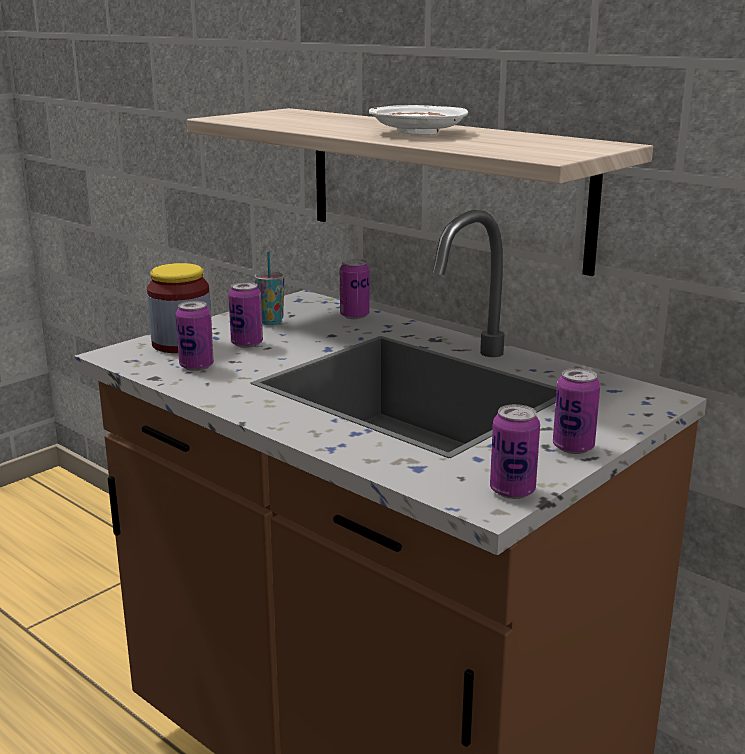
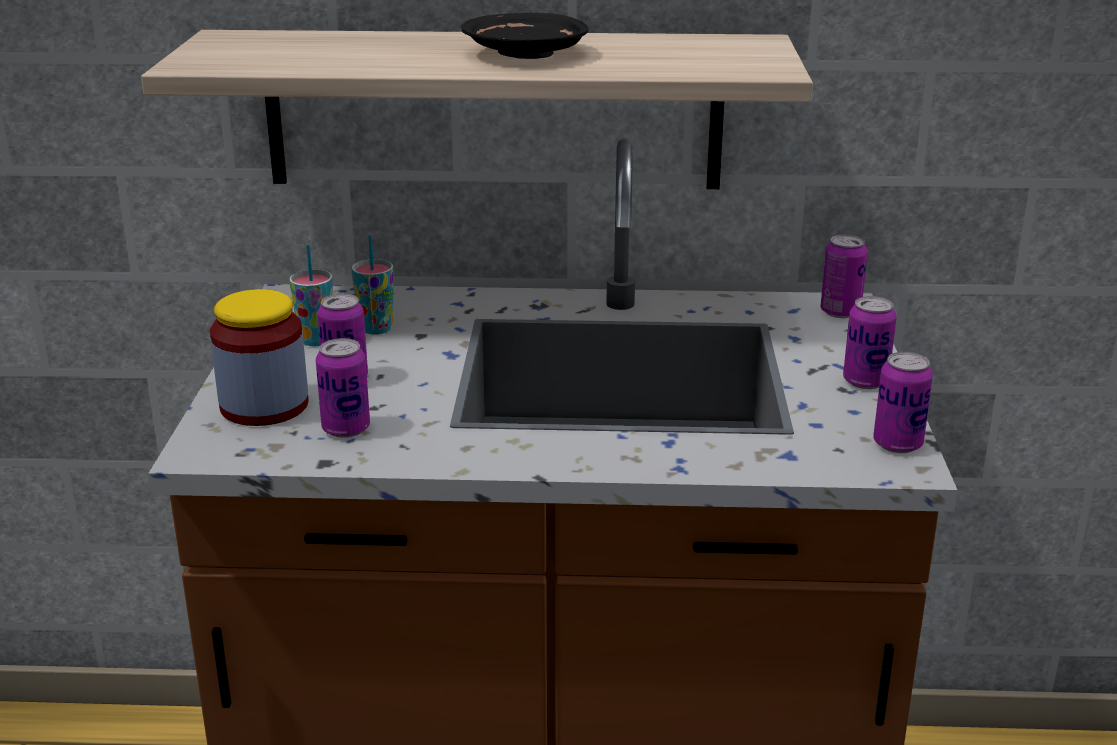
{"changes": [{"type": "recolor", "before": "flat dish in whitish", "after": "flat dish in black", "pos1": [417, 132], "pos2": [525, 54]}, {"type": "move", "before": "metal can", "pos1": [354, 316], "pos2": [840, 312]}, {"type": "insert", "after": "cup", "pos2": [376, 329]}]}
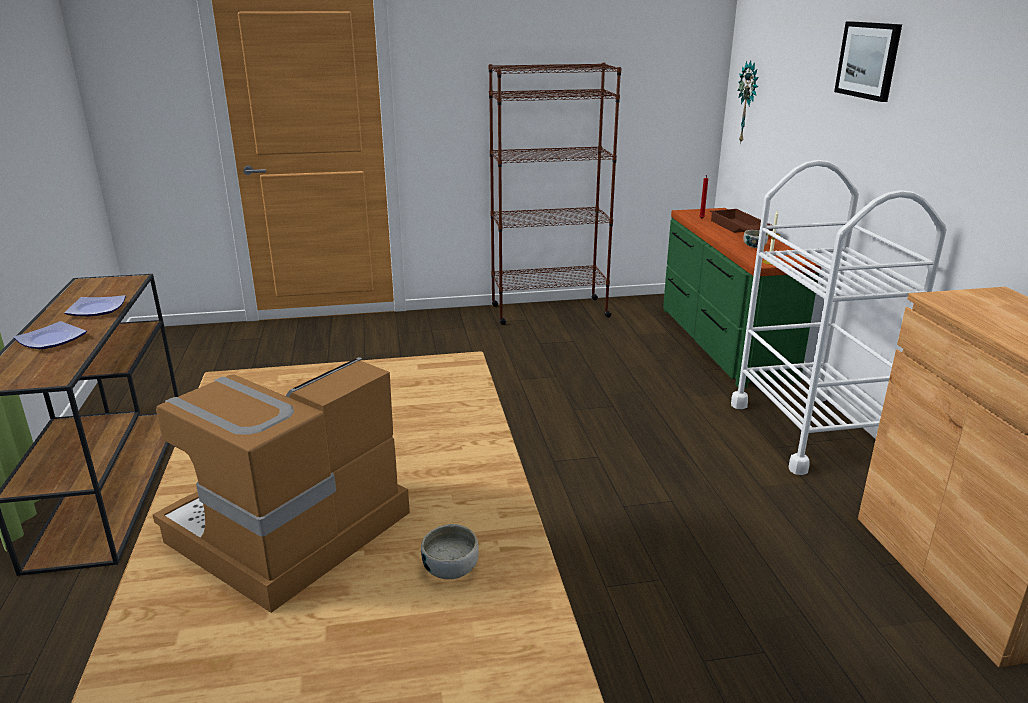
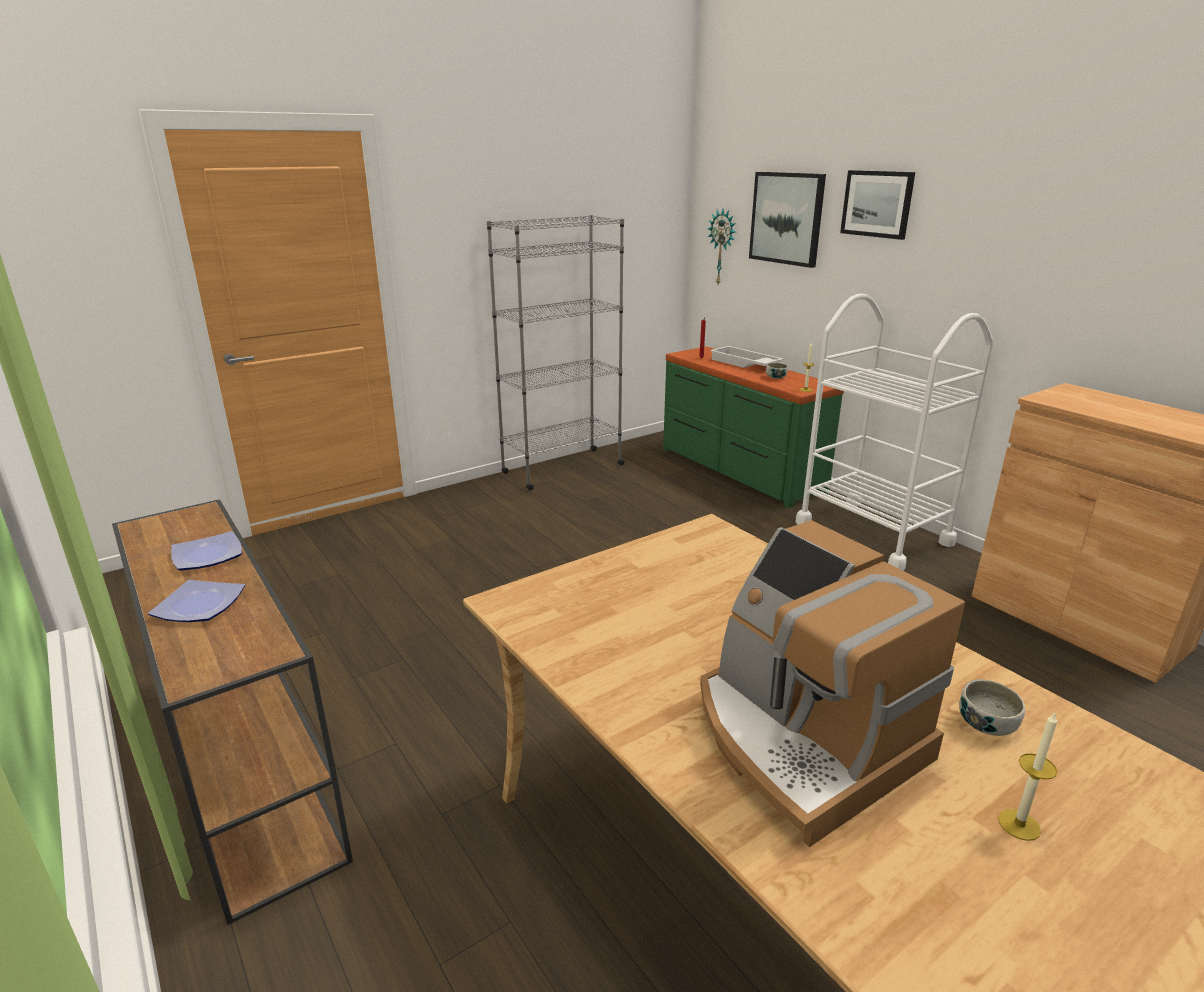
{"changes": [{"type": "recolor", "before": "bookcase in brown-coloured", "after": "bookcase in greyish", "pos1": [549, 311], "pos2": [562, 469]}, {"type": "recolor", "before": "tray in brown-coloured", "after": "tray in whitish", "pos1": [739, 229], "pos2": [744, 363]}, {"type": "rotate", "before": "coffee brewer", "pos1": [288, 530], "pos2": [802, 739], "turn": -45}, {"type": "insert", "after": "picture", "pos2": [787, 218]}, {"type": "insert", "after": "wax light", "pos2": [1019, 824]}]}
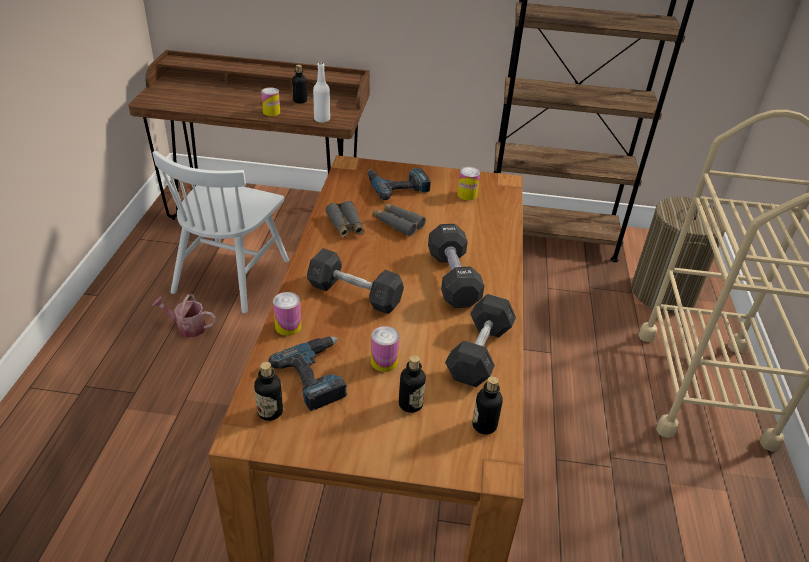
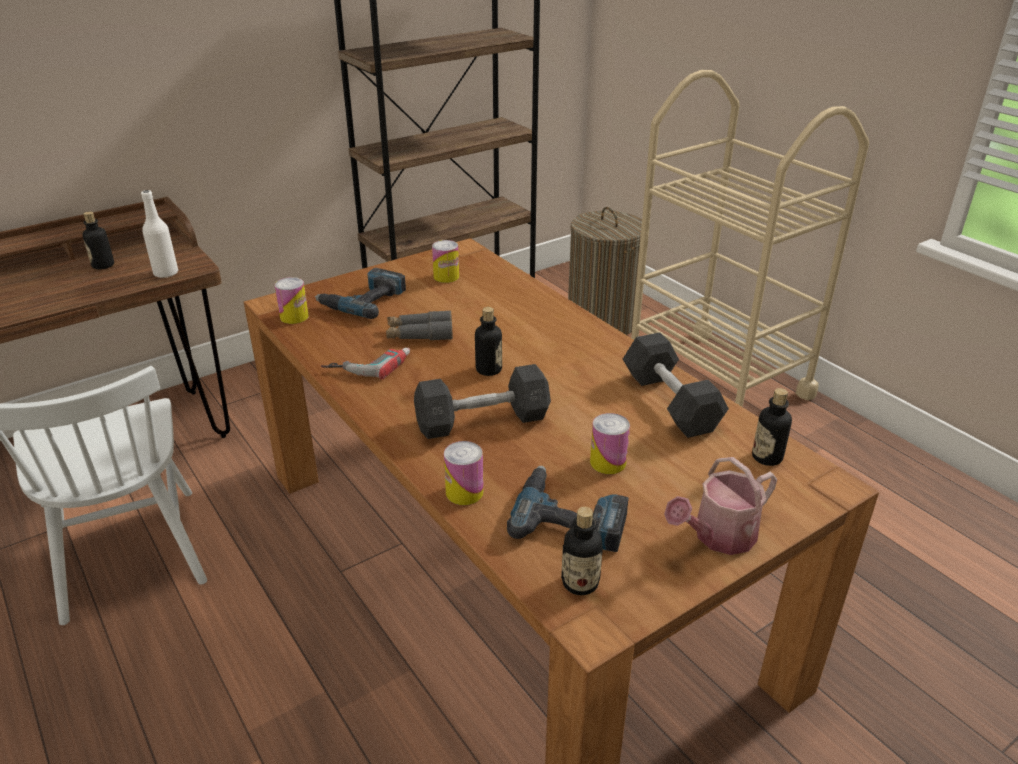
{"changes": [{"type": "move", "before": "metal can", "pos1": [271, 112], "pos2": [294, 317]}, {"type": "replace", "before": "field glasses in greyish", "after": "power drill", "pos1": [345, 226], "pos2": [368, 363]}, {"type": "delete", "before": "dumbbell in black", "pos1": [453, 279]}, {"type": "move", "before": "watering can", "pos1": [187, 327], "pos2": [718, 537]}, {"type": "move", "before": "beverage bottle", "pos1": [410, 404], "pos2": [488, 369]}]}
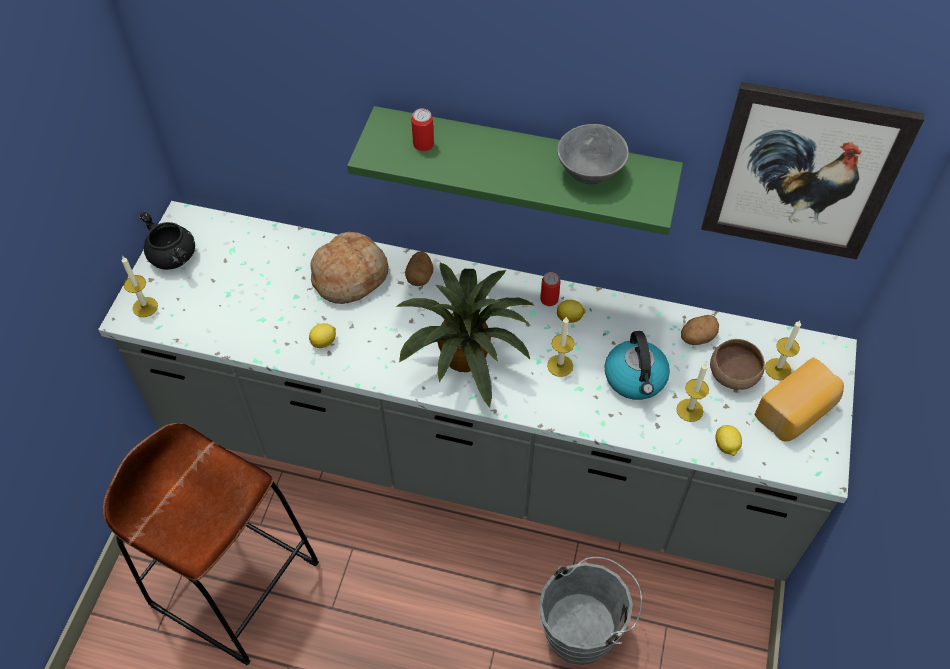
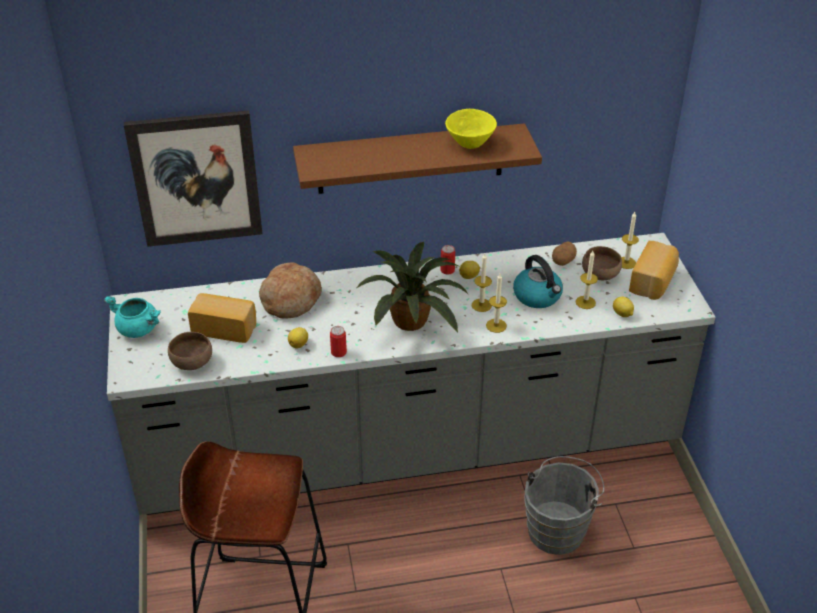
{"changes": [{"type": "move", "before": "picture", "pos1": [803, 173], "pos2": [196, 179]}, {"type": "recolor", "before": "shelf in greenish", "after": "shelf in brown-coloured", "pos1": [523, 161], "pos2": [410, 159]}, {"type": "move", "before": "metal can", "pos1": [423, 144], "pos2": [338, 352]}, {"type": "recolor", "before": "bowl in greyish", "after": "bowl in yellowish", "pos1": [588, 172], "pos2": [468, 143]}, {"type": "recolor", "before": "saucepot in black", "after": "saucepot in turquoise-coloured", "pos1": [174, 257], "pos2": [139, 329]}, {"type": "delete", "before": "potato", "pos1": [419, 276]}, {"type": "move", "before": "wax light", "pos1": [145, 307], "pos2": [496, 325]}, {"type": "insert", "after": "bakery bread", "pos2": [225, 327]}, {"type": "insert", "after": "bowl in brown-coloured", "pos2": [192, 362]}]}
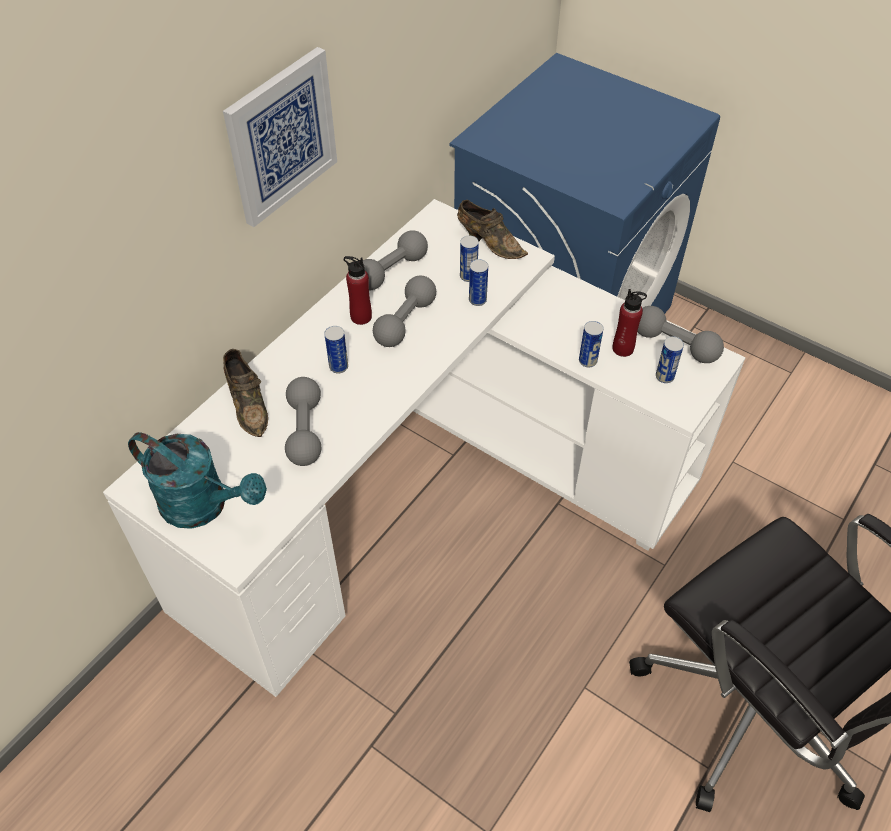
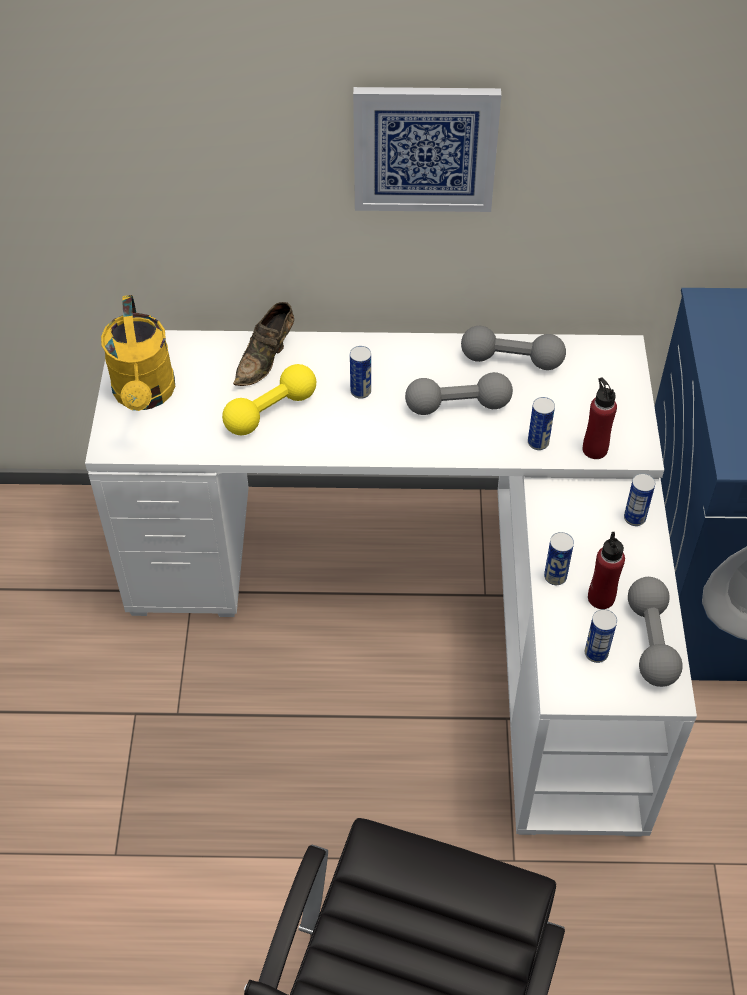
{"changes": [{"type": "delete", "before": "low shoe in brown-coloured", "pos1": [489, 243]}, {"type": "move", "before": "metal can", "pos1": [468, 276], "pos2": [634, 518]}, {"type": "move", "before": "beverage bottle in red", "pos1": [361, 317], "pos2": [594, 449]}, {"type": "recolor", "before": "dumbbell in greyish", "after": "dumbbell in yellowish", "pos1": [305, 431], "pos2": [271, 411]}, {"type": "recolor", "before": "watering can in turquoise-coloured", "after": "watering can in yellowish", "pos1": [204, 505], "pos2": [145, 395]}]}
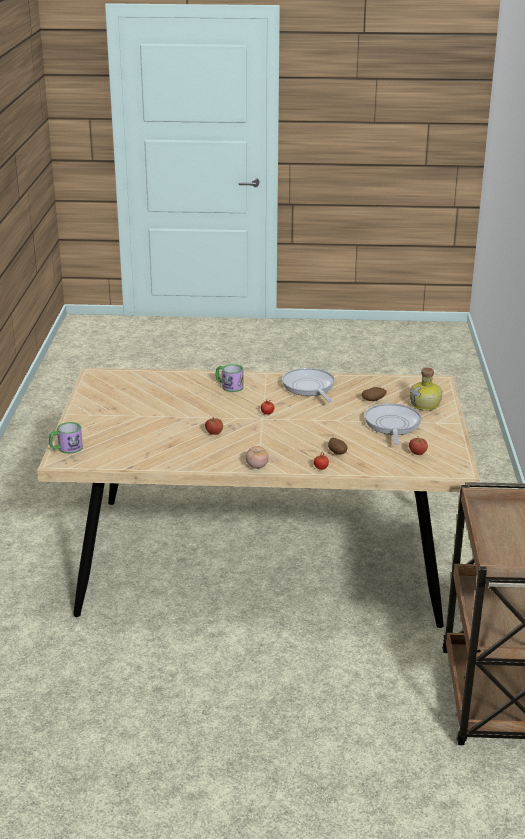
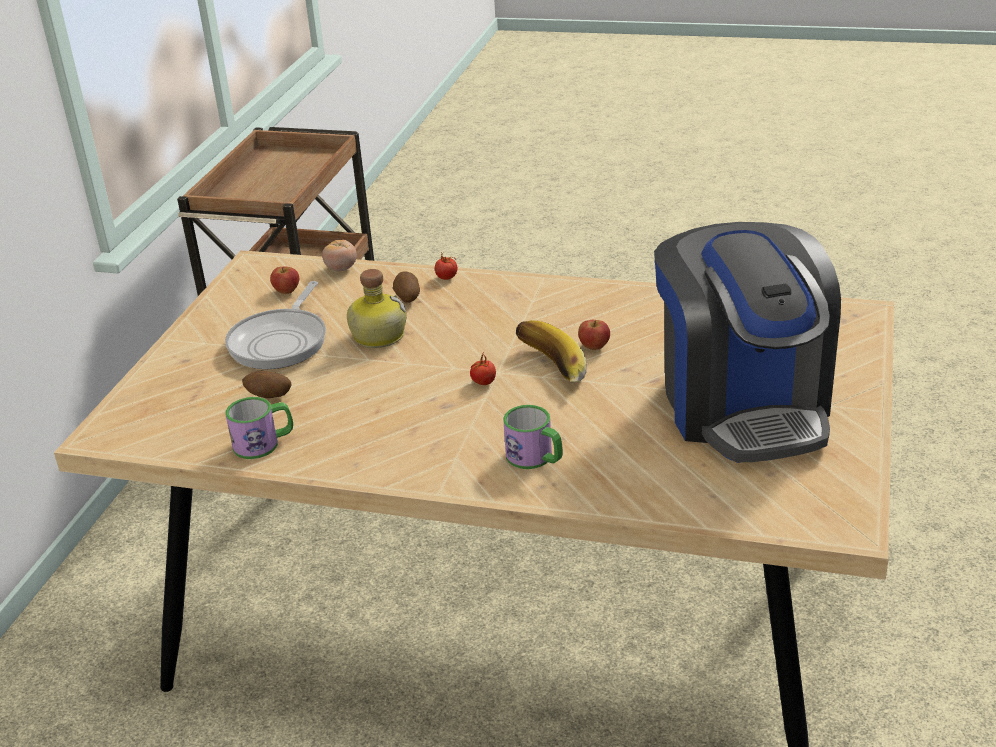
{"changes": [{"type": "delete", "before": "frying pan", "pos1": [309, 387]}, {"type": "move", "before": "beverage bottle", "pos1": [426, 405], "pos2": [377, 335]}, {"type": "move", "before": "tea mug", "pos1": [66, 449], "pos2": [264, 443]}, {"type": "move", "before": "tomato", "pos1": [257, 466], "pos2": [341, 269]}, {"type": "insert", "after": "coffee brewer", "pos2": [743, 406]}, {"type": "insert", "after": "whole banana", "pos2": [548, 369]}]}
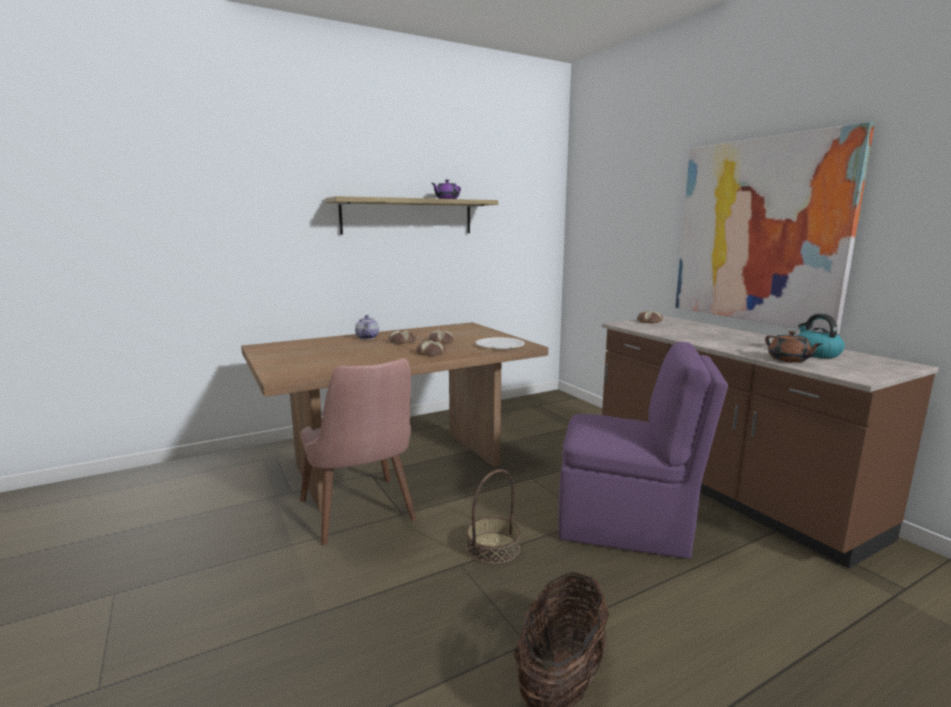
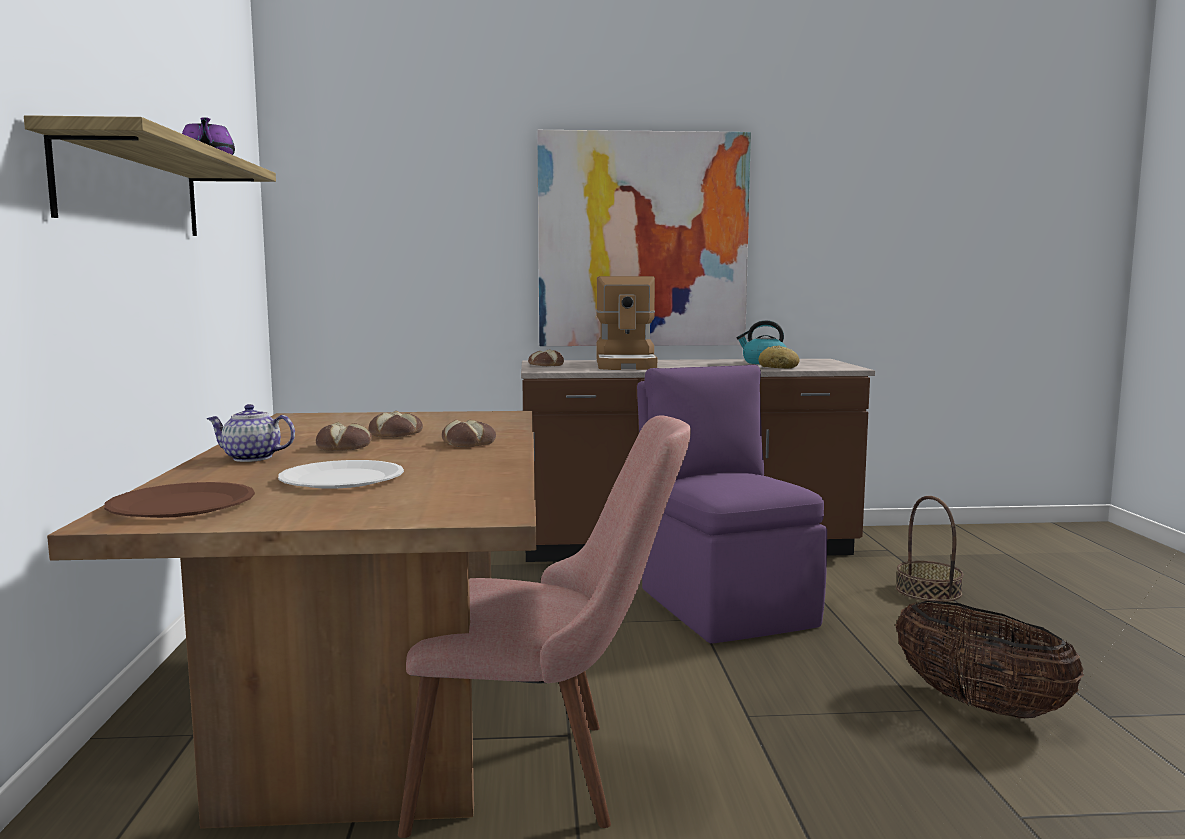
{"changes": [{"type": "replace", "before": "pot for tea in brown-coloured", "after": "bakery bread", "pos1": [789, 360], "pos2": [779, 367]}, {"type": "move", "before": "flat dish in whitish", "pos1": [499, 345], "pos2": [341, 478]}, {"type": "rotate", "before": "plain chair in purple", "pos1": [627, 525], "pos2": [725, 605], "turn": -60}, {"type": "move", "before": "storage basket", "pos1": [493, 548], "pos2": [928, 591]}, {"type": "insert", "after": "coffee brewer", "pos2": [627, 364]}, {"type": "insert", "after": "flat dish in brown-coloured", "pos2": [182, 505]}]}
